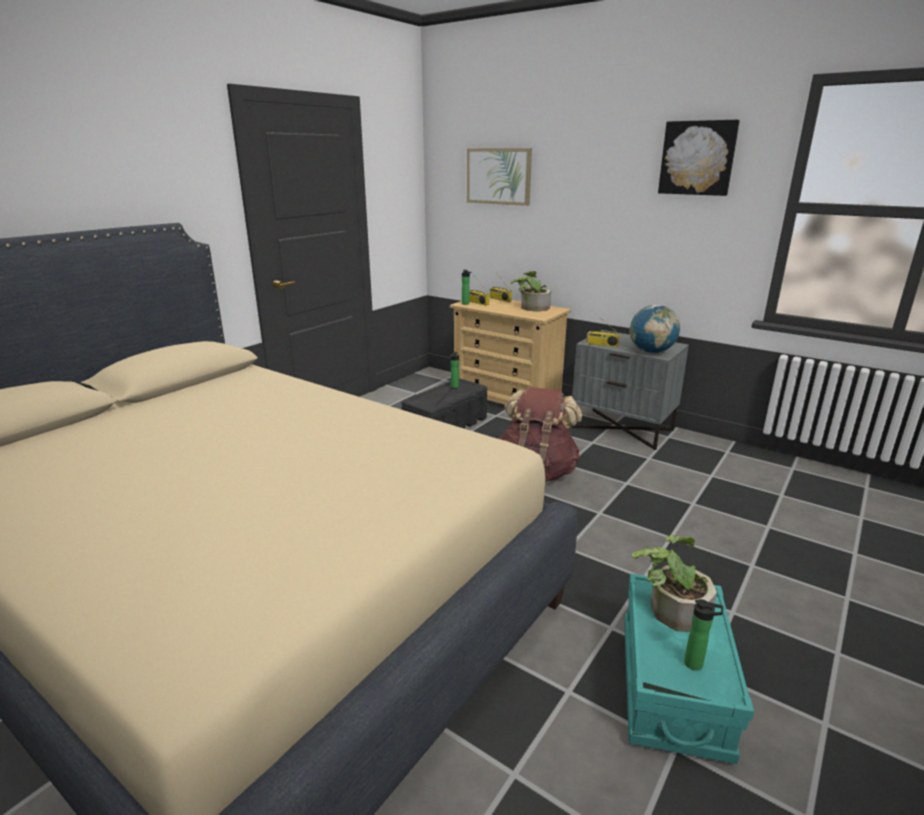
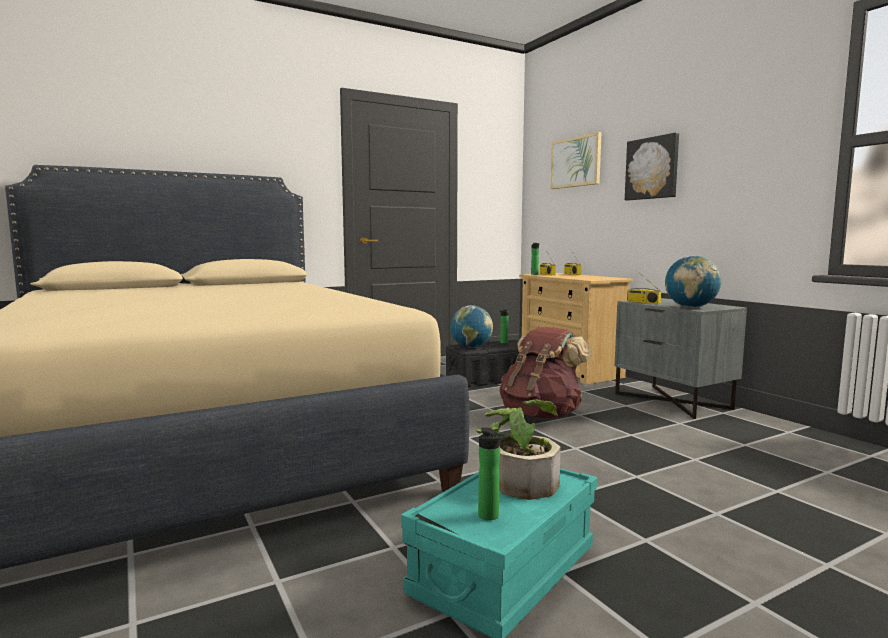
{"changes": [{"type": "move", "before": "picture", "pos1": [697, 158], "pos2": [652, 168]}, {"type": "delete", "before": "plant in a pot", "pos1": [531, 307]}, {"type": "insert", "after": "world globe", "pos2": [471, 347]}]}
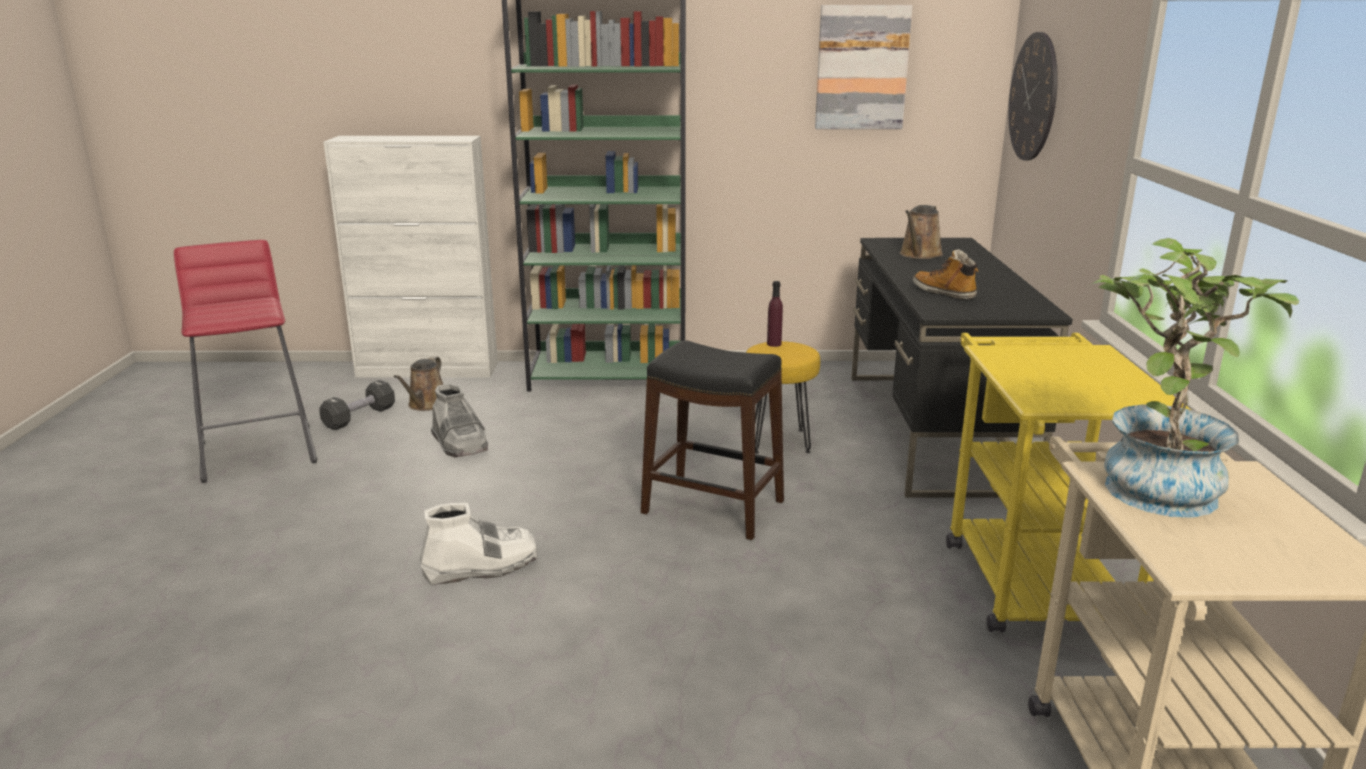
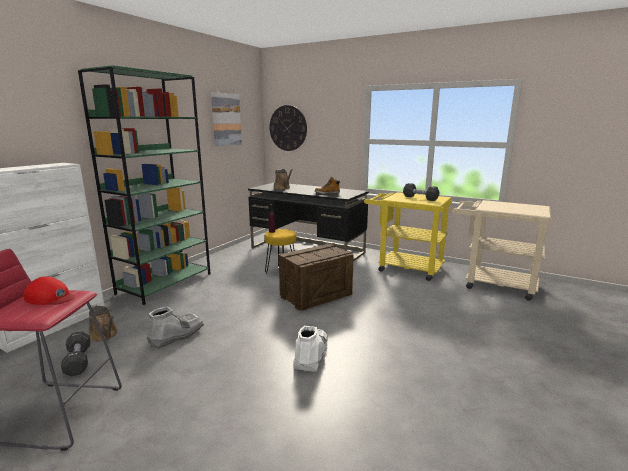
{"changes": [{"type": "delete", "before": "plant in a pot", "pos1": [1154, 483]}, {"type": "replace", "before": "sitting stool in black", "after": "packing crate", "pos1": [713, 506], "pos2": [316, 295]}, {"type": "rotate", "before": "tall boot in greyish", "pos1": [460, 445], "pos2": [176, 335], "turn": -45}, {"type": "insert", "after": "dumbbell in black", "pos2": [420, 198]}, {"type": "insert", "after": "peaked cap in red", "pos2": [51, 297]}]}
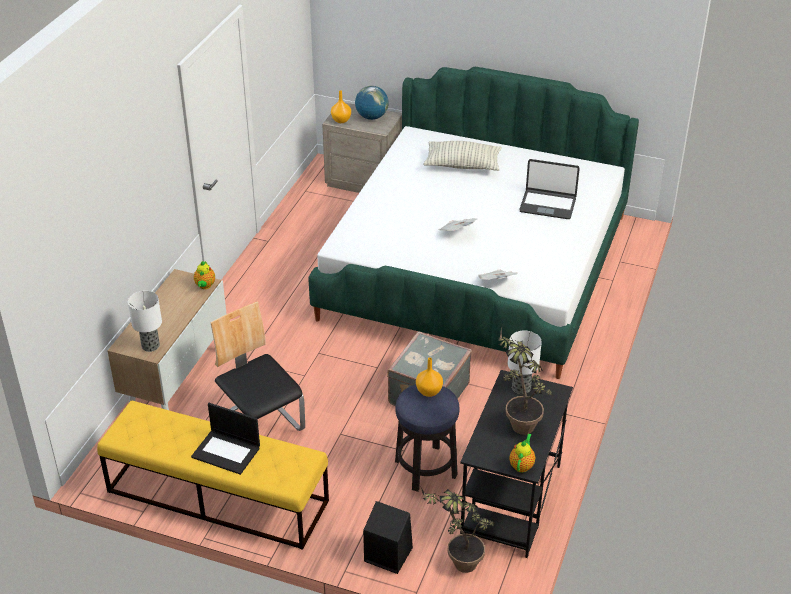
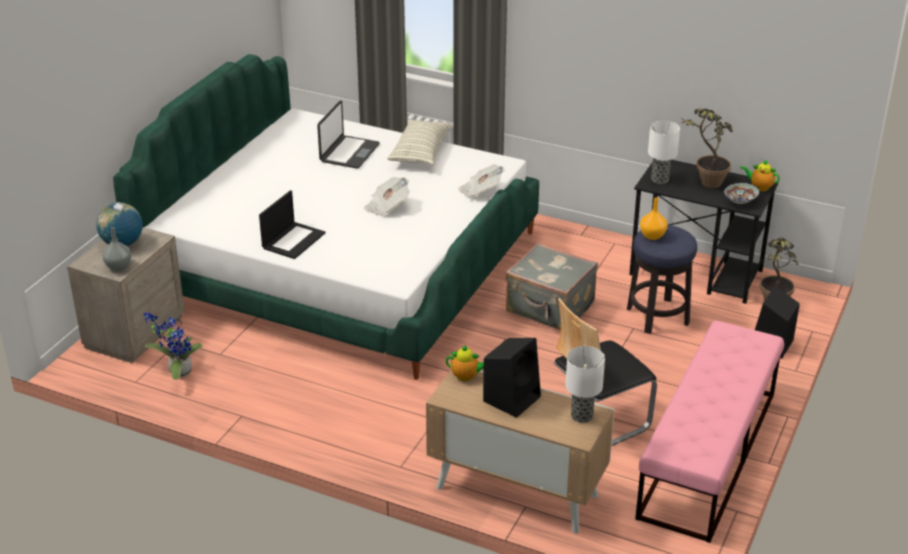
{"changes": [{"type": "recolor", "before": "flower vase in orange-coloured", "after": "flower vase in greyish", "pos1": [341, 120], "pos2": [118, 266]}, {"type": "move", "before": "throw pillow", "pos1": [462, 165], "pos2": [420, 153]}, {"type": "recolor", "before": "long seat in yellowish", "after": "long seat in pink", "pos1": [217, 496], "pos2": [708, 454]}, {"type": "move", "before": "laptop", "pos1": [227, 452], "pos2": [293, 240]}, {"type": "insert", "after": "bowl", "pos2": [740, 201]}, {"type": "insert", "after": "plant in a pot", "pos2": [177, 372]}, {"type": "insert", "after": "speaker in black", "pos2": [512, 398]}]}
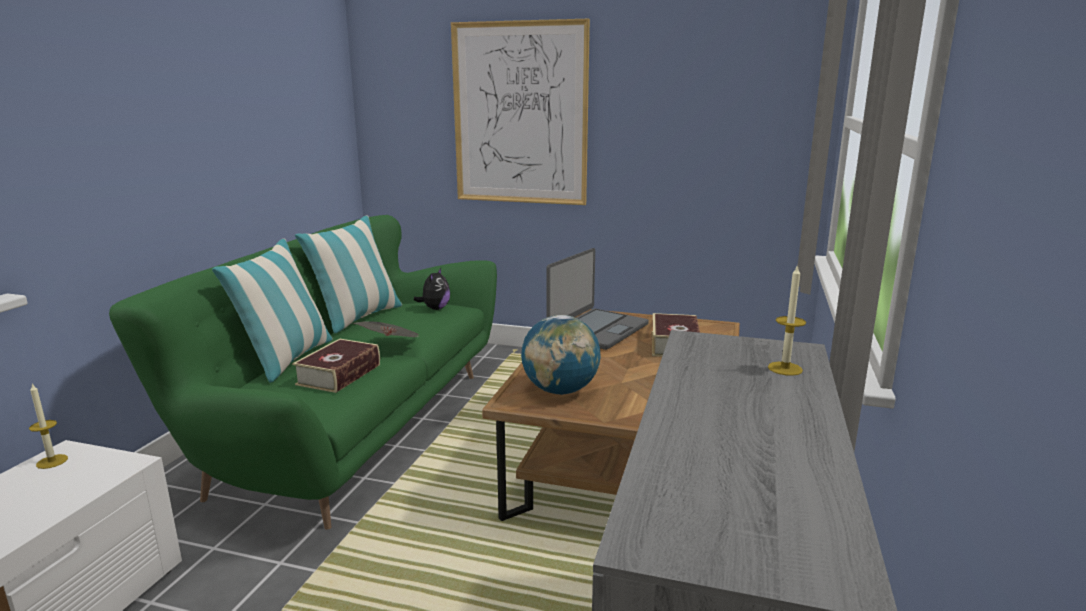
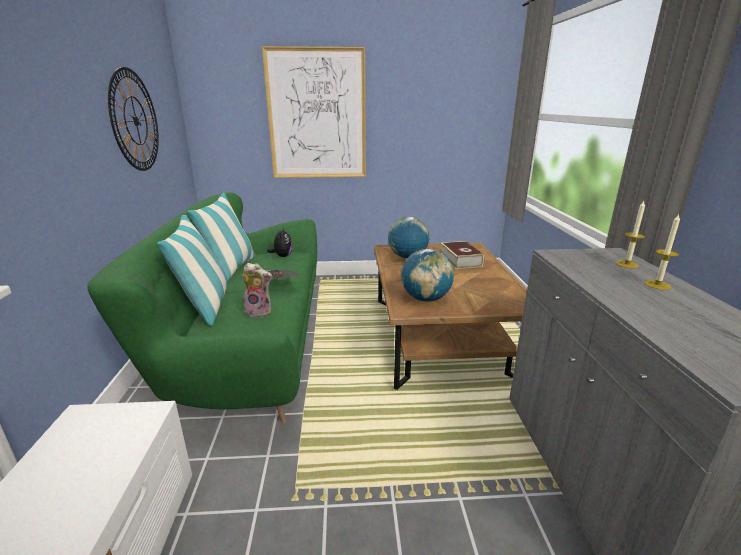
{"changes": [{"type": "replace", "before": "laptop", "after": "world globe", "pos1": [597, 330], "pos2": [407, 257]}, {"type": "replace", "before": "bound book", "after": "plush toy", "pos1": [339, 374], "pos2": [259, 312]}, {"type": "move", "before": "wax light", "pos1": [52, 461], "pos2": [657, 285]}, {"type": "insert", "after": "clock on the wall", "pos2": [135, 121]}]}
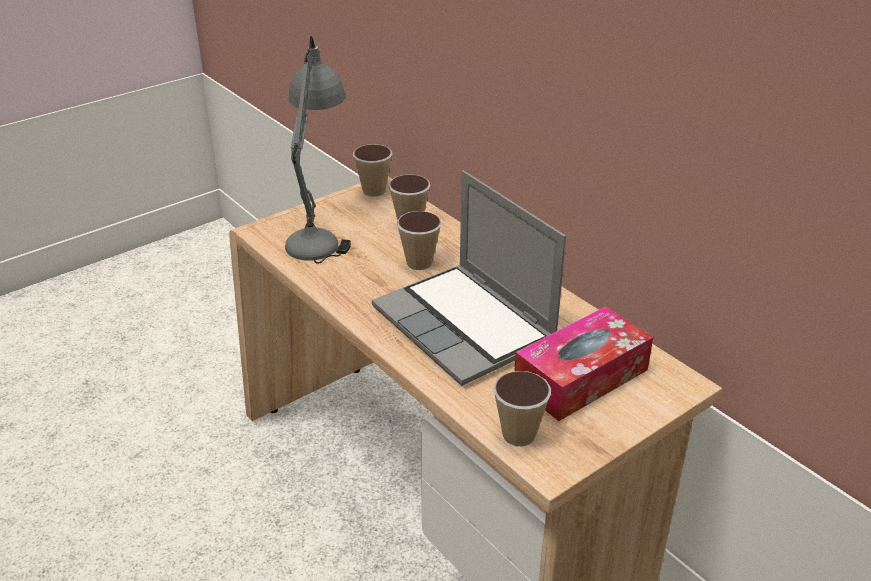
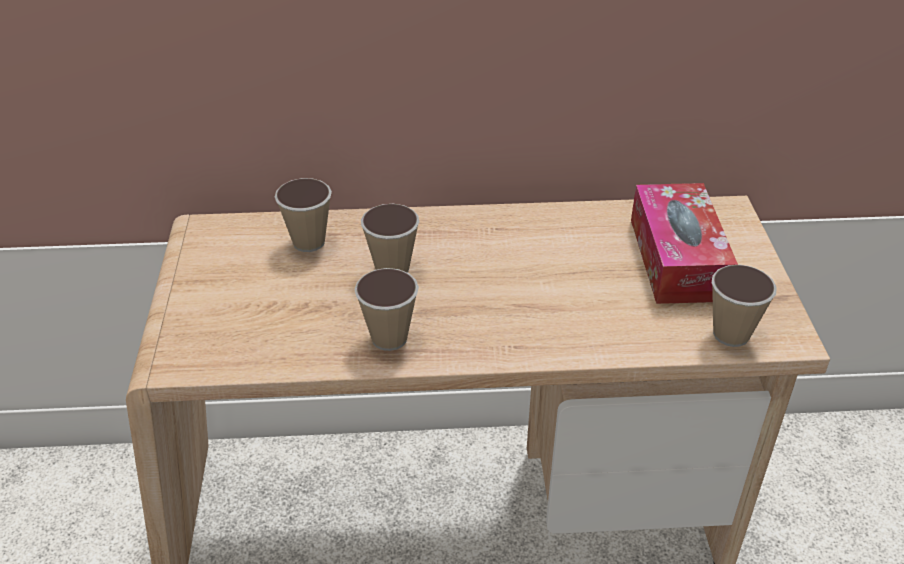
{"changes": [{"type": "delete", "before": "tabletop lamp in greyish", "pos1": [320, 231]}, {"type": "move", "before": "cup", "pos1": [374, 191], "pos2": [389, 338]}, {"type": "delete", "before": "laptop", "pos1": [466, 326]}]}
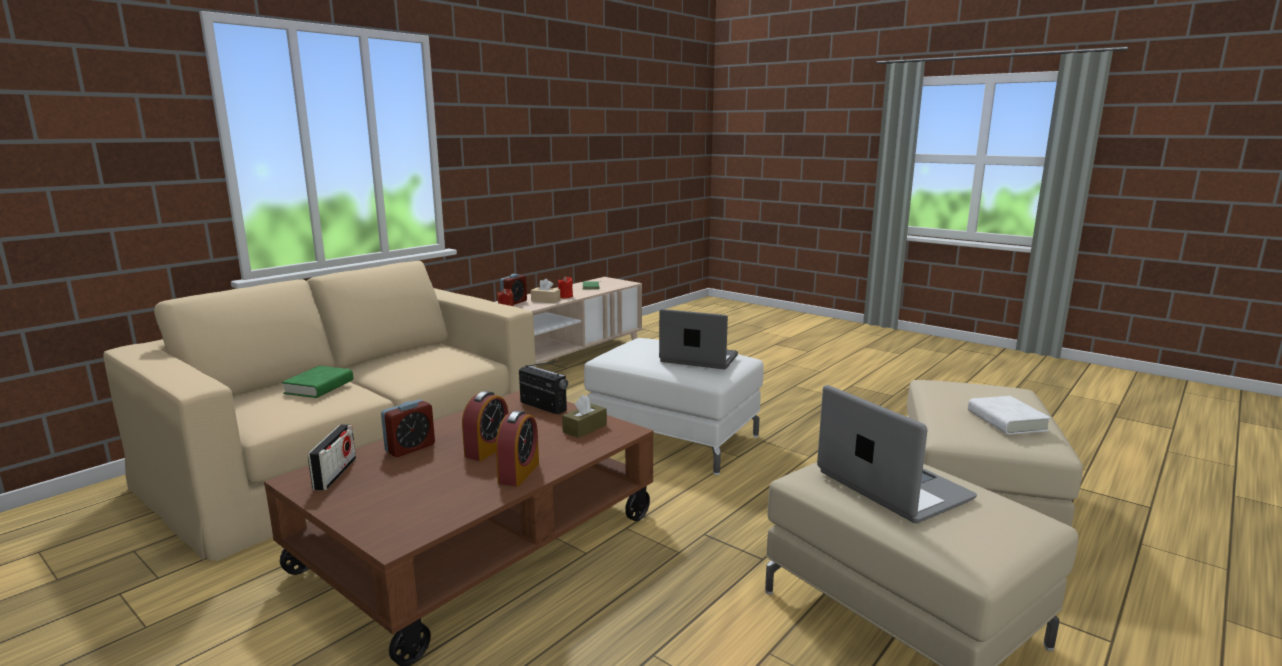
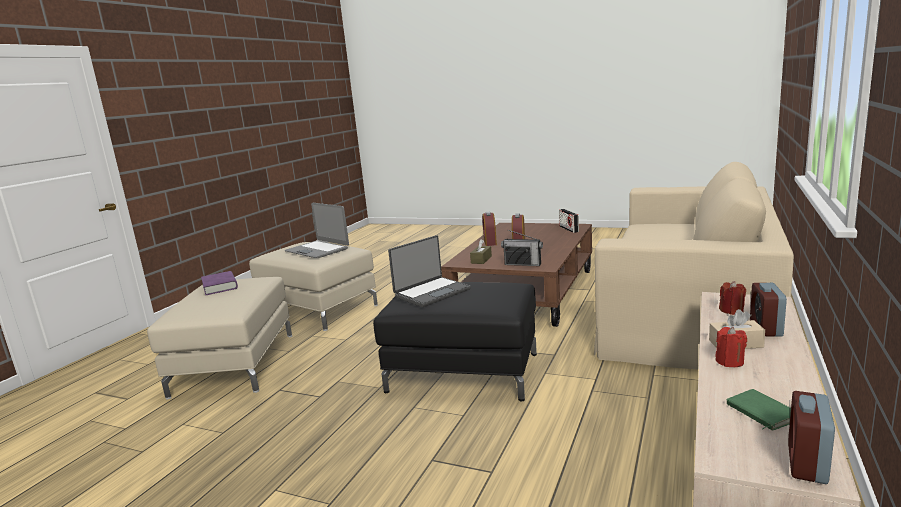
{"changes": [{"type": "rotate", "before": "laptop", "pos1": [698, 359], "pos2": [431, 292], "turn": -45}, {"type": "recolor", "before": "ottoman in whitish", "after": "ottoman in black", "pos1": [672, 438], "pos2": [464, 372]}, {"type": "delete", "before": "bound book in greenish", "pos1": [319, 387]}, {"type": "recolor", "before": "bound book in whitish", "after": "bound book in purple", "pos1": [1006, 421], "pos2": [220, 286]}, {"type": "move", "before": "bedside clock", "pos1": [410, 448], "pos2": [807, 463]}]}
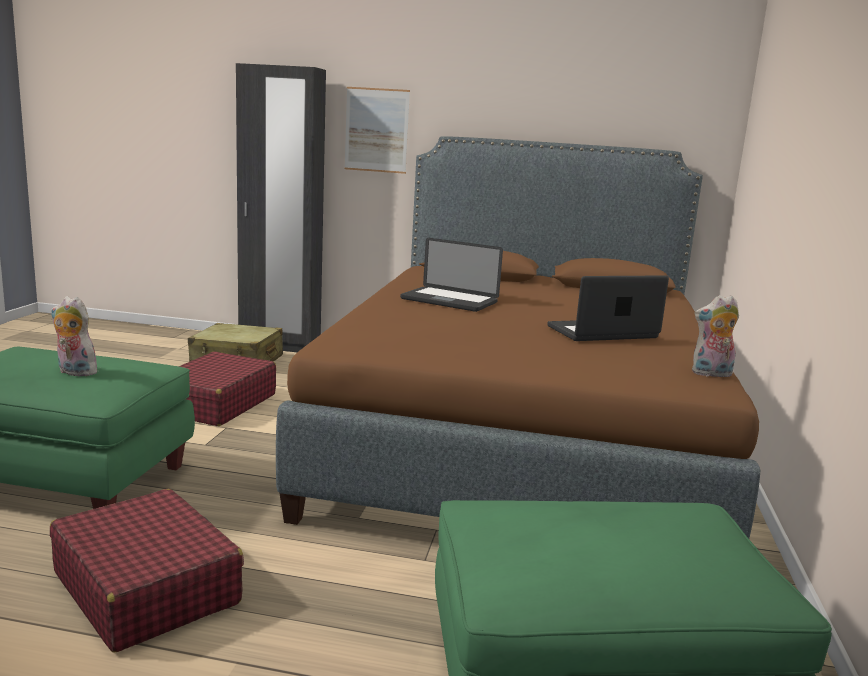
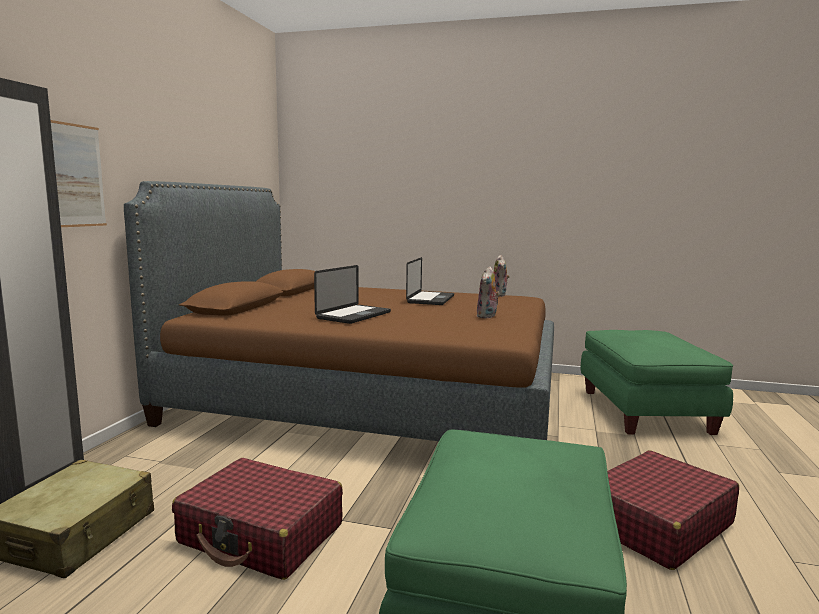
{"changes": [{"type": "rotate", "before": "laptop", "pos1": [602, 332], "pos2": [431, 299], "turn": -150}, {"type": "move", "before": "plush toy", "pos1": [74, 372], "pos2": [487, 316]}]}
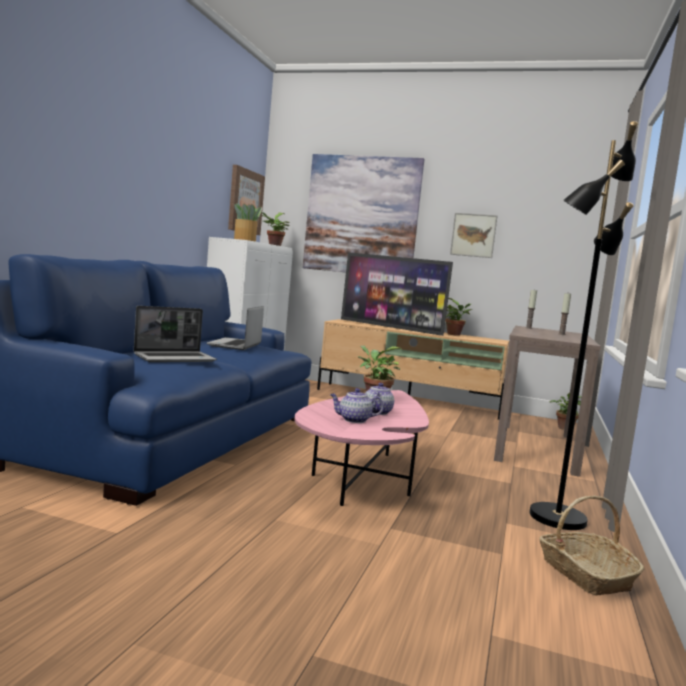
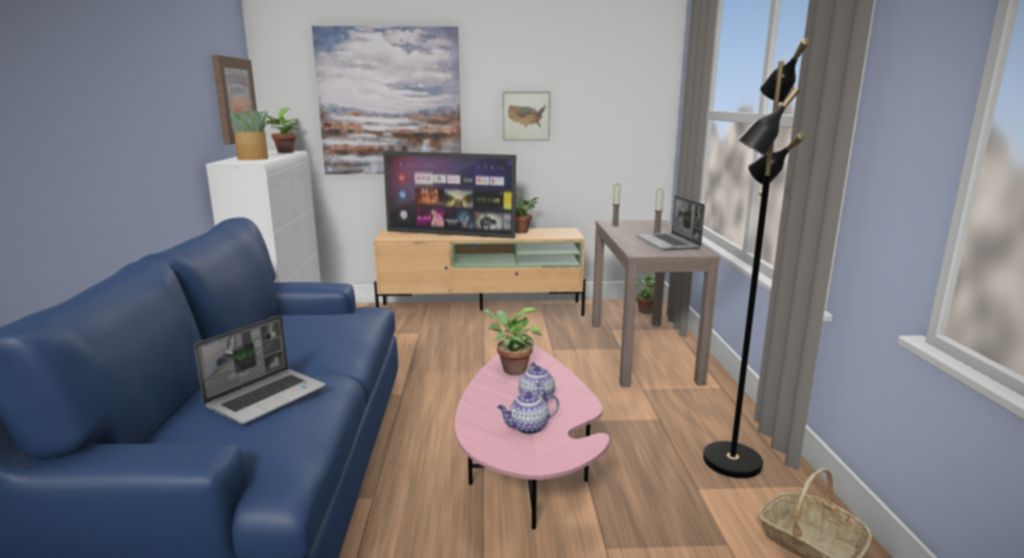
{"changes": [{"type": "move", "before": "laptop", "pos1": [235, 345], "pos2": [668, 243]}]}
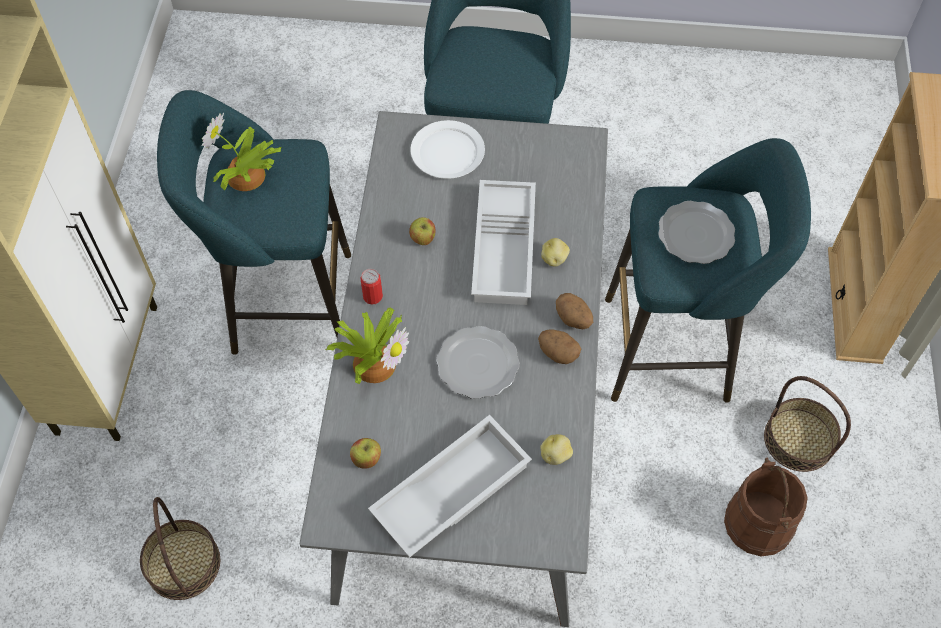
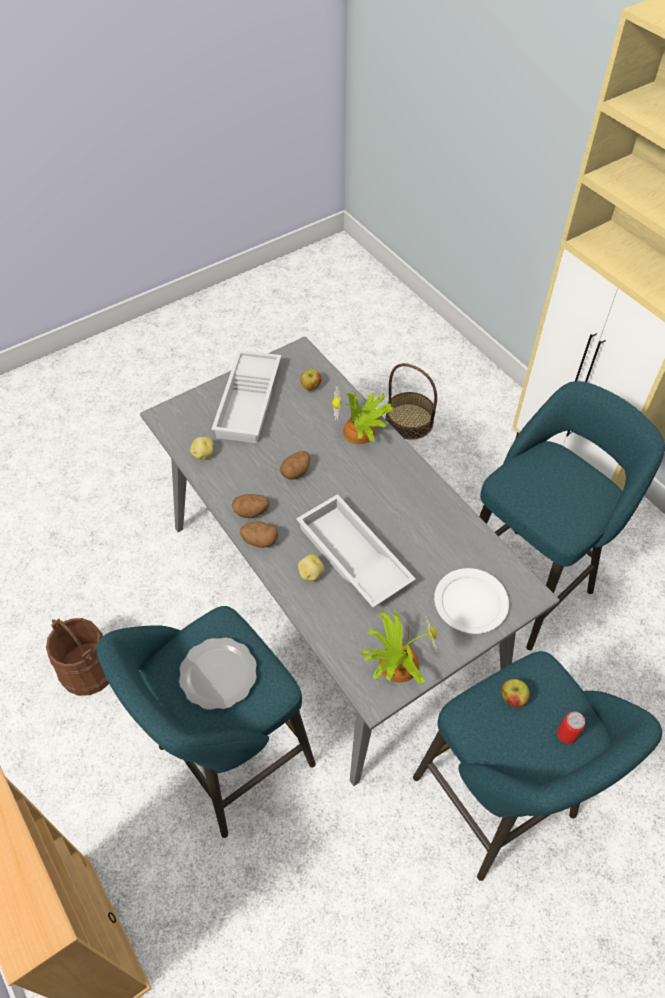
{"changes": [{"type": "move", "before": "plant in a pot", "pos1": [246, 177], "pos2": [396, 663]}, {"type": "move", "before": "whole apple", "pos1": [423, 238], "pos2": [513, 698]}, {"type": "move", "before": "metal can", "pos1": [372, 296], "pos2": [566, 734]}, {"type": "replace", "before": "flat dish", "after": "potato", "pos1": [479, 365], "pos2": [296, 472]}, {"type": "delete", "before": "storage basket", "pos1": [798, 440]}]}
